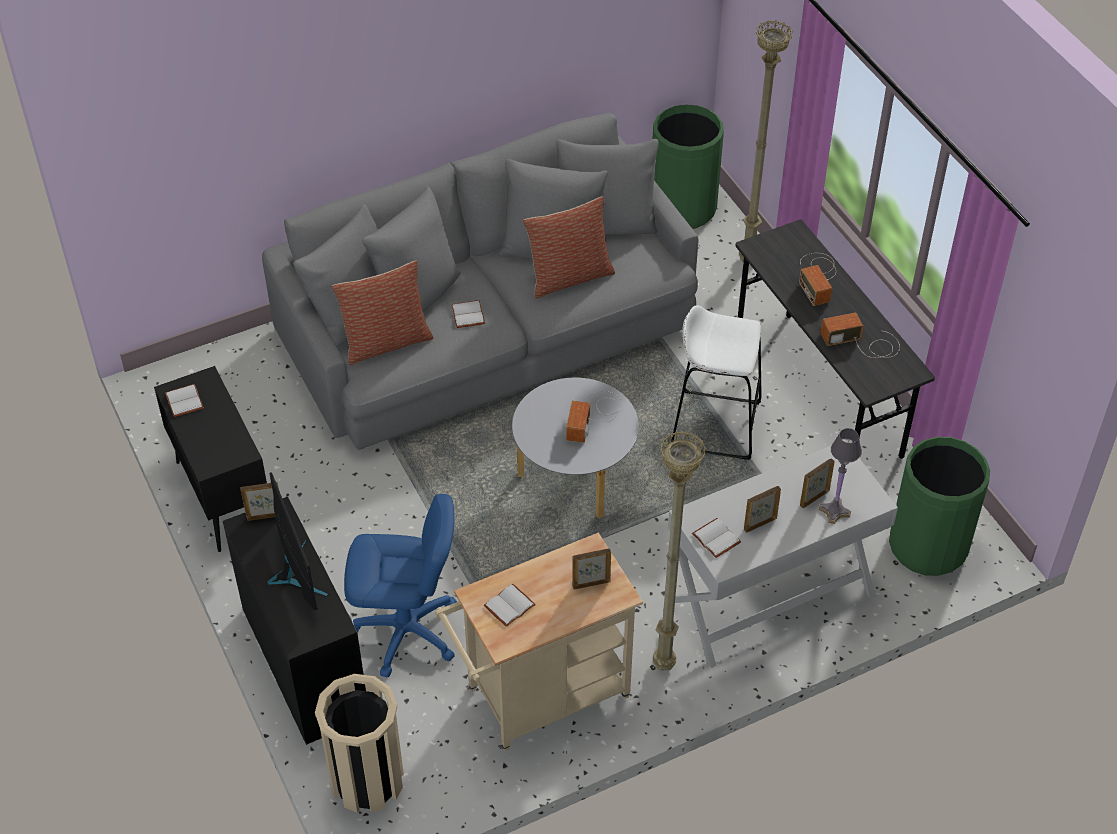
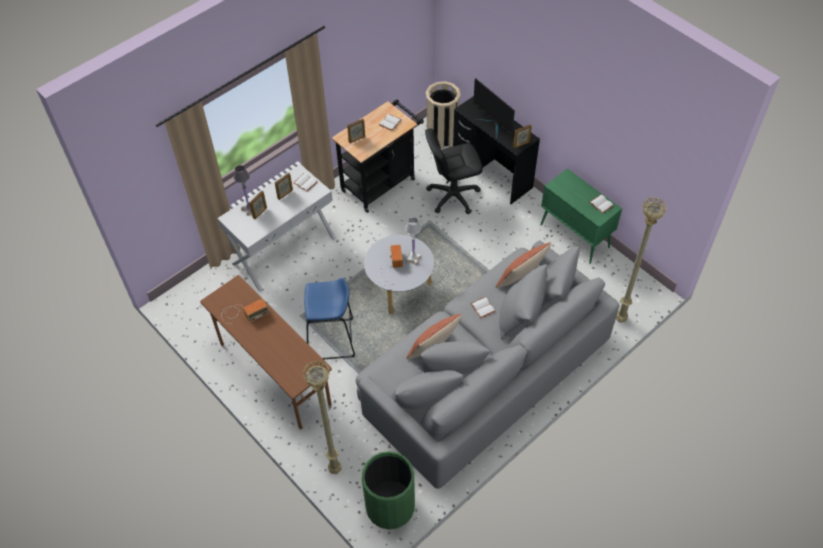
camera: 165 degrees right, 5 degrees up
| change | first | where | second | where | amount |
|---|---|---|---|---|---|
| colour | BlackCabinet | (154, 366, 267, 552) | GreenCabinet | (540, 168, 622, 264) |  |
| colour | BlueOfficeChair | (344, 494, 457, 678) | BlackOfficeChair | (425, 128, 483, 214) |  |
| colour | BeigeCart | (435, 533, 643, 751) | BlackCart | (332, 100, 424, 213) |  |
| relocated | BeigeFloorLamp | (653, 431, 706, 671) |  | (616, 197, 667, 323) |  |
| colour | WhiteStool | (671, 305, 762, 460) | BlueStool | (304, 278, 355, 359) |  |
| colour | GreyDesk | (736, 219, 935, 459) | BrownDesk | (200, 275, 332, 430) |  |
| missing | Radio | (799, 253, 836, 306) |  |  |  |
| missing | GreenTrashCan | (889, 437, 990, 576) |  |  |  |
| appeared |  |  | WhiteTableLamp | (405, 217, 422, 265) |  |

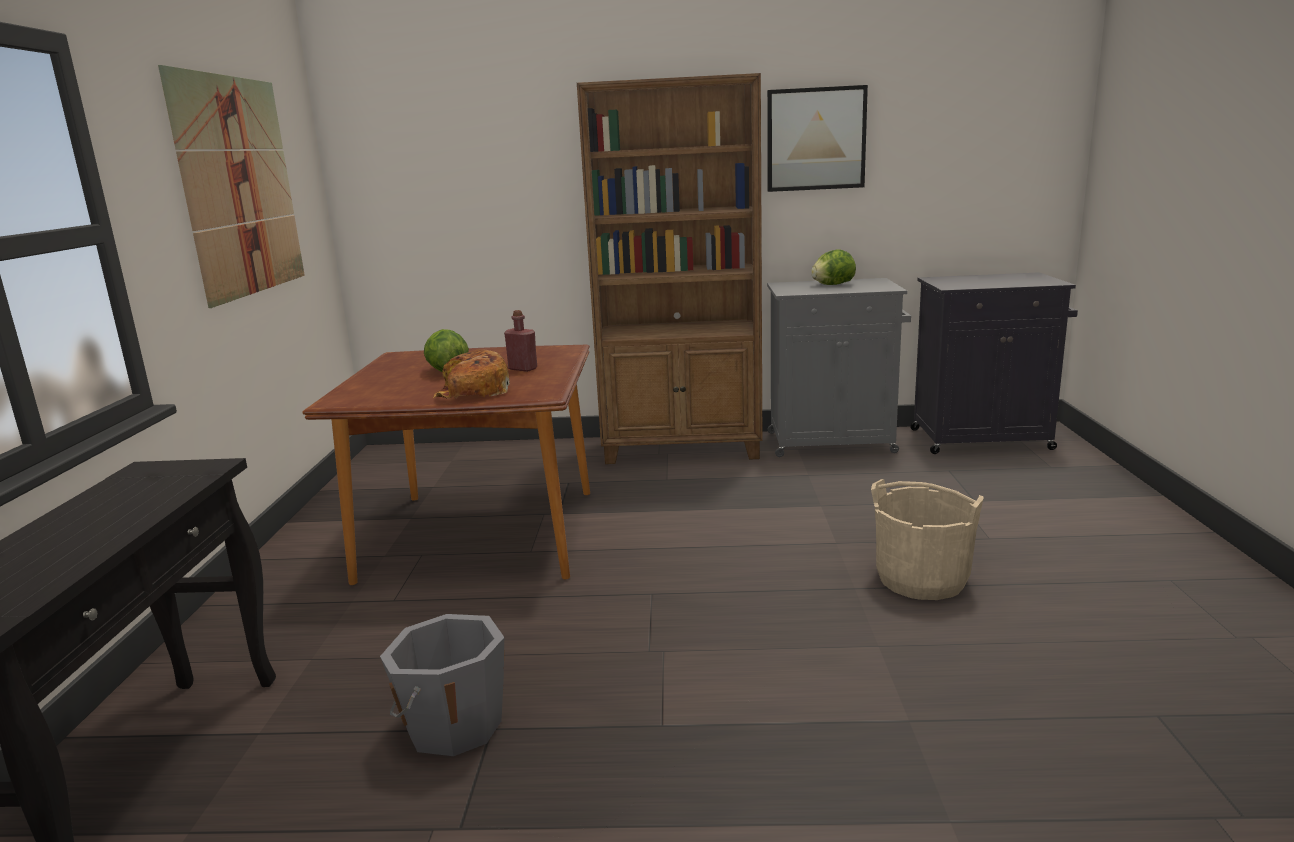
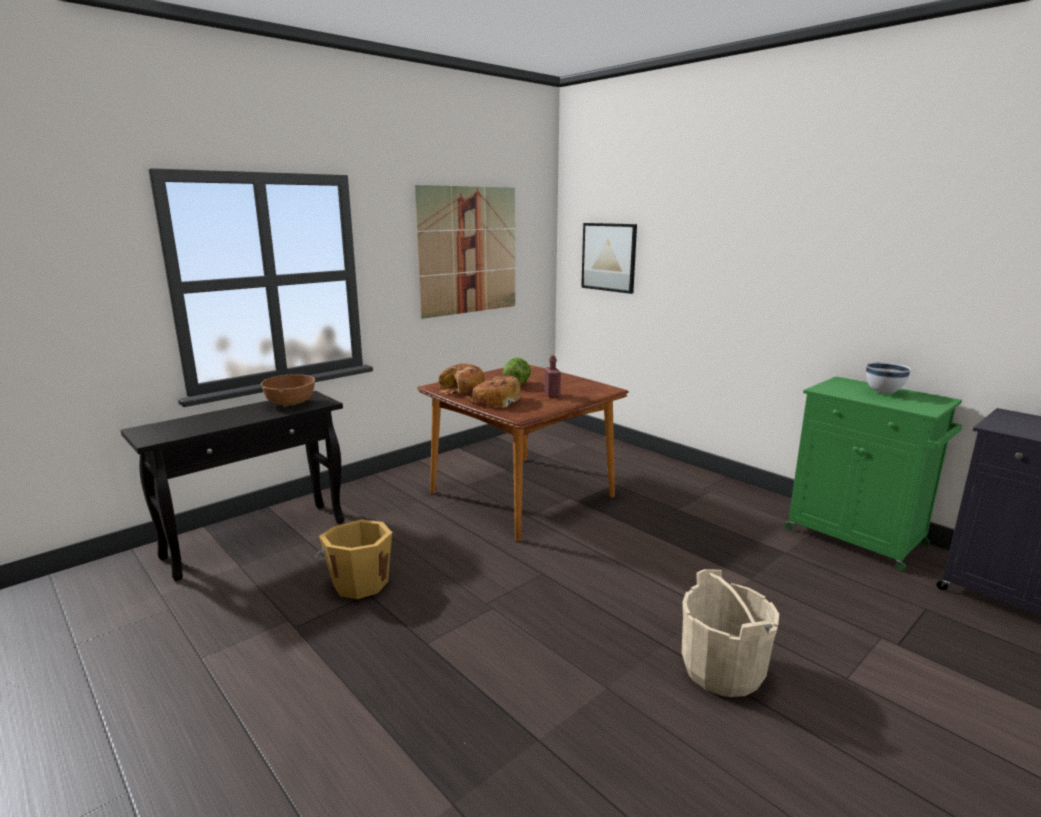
camera: 45 degrees right, 0 degrees up
| change | first | where | second | where | amount |
|---|---|---|---|---|---|
| colour | GreyBucket | (380, 614, 504, 756) | OrangeBucket | (315, 520, 394, 599) |  |
| missing | BrownBookcase | (577, 73, 762, 464) |  |  |  |
| relocated | Picture | (767, 85, 868, 192) |  | (581, 223, 637, 294) |  |
| colour | GreyCabinet | (767, 278, 911, 457) | GreenCabinet | (785, 377, 962, 571) |  |
| exchanged | Lettuce | (811, 249, 856, 285) | WhiteBowl | (866, 362, 911, 394) |  |
| appeared |  |  | BrownBowl | (261, 374, 315, 407) |  |
| appeared |  |  | Bread | (438, 363, 485, 394) |  |

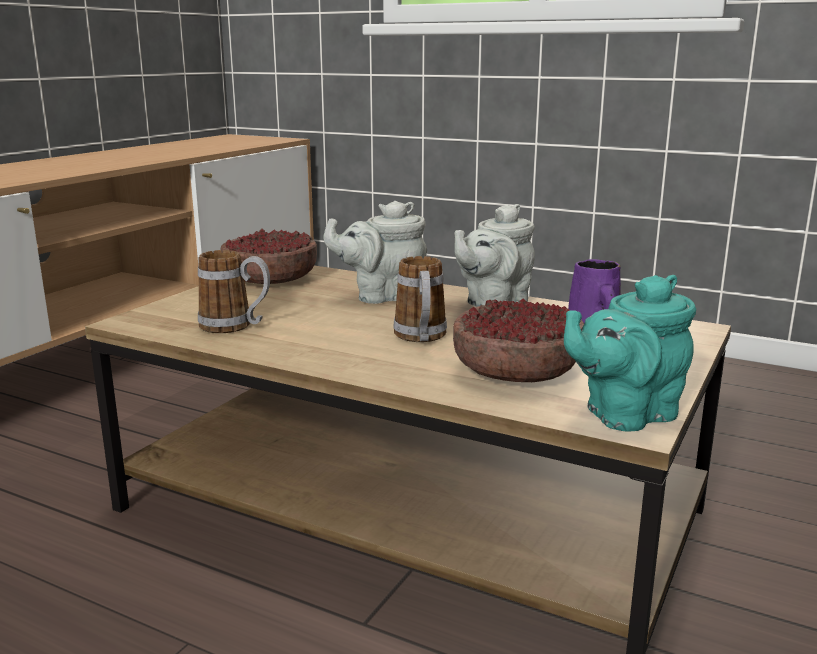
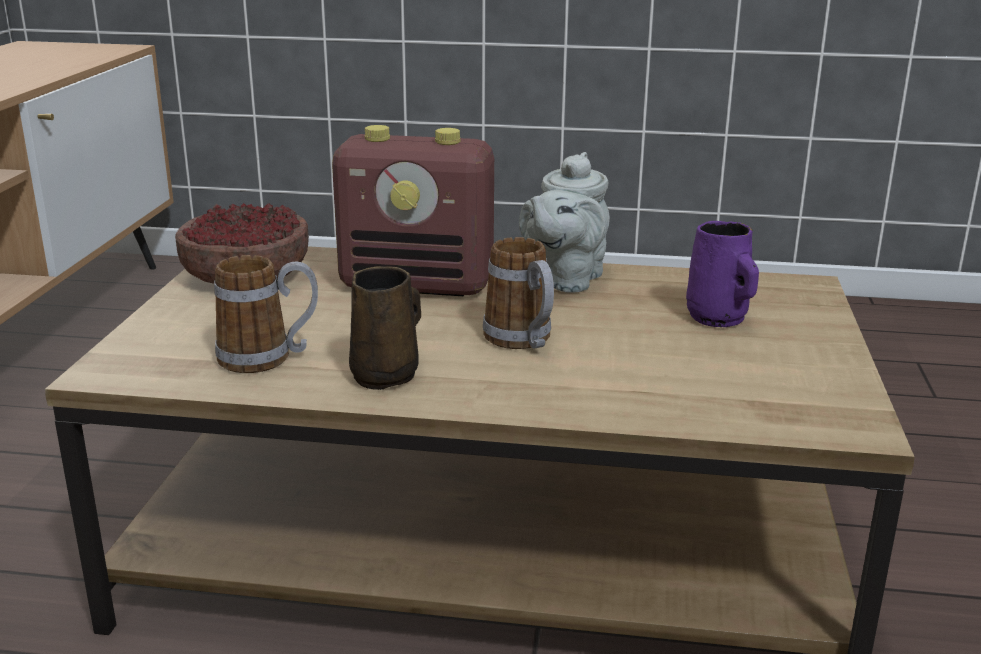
camera: 20 degrees left, 5 degrees up
| change | first | where | second | where | amount |
|---|---|---|---|---|---|
| exchanged | GreyTeapot | (323, 201, 427, 304) | Radio | (332, 125, 494, 296) |  |
| missing | Bowl | (453, 298, 584, 382) |  |  |  |
| missing | TurquoiseTeapot | (564, 275, 696, 432) |  |  |  |
| appeared |  |  | BrownMug | (349, 266, 421, 390) |  |

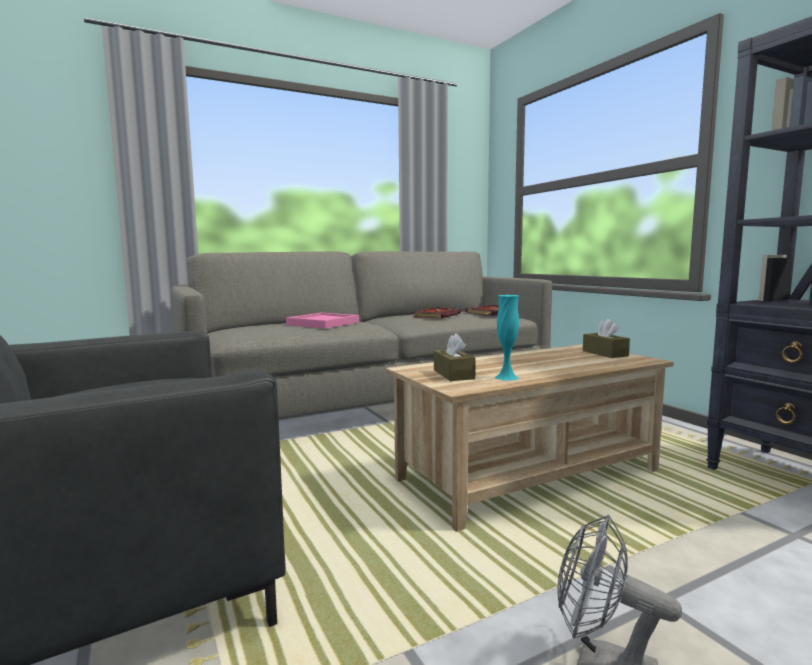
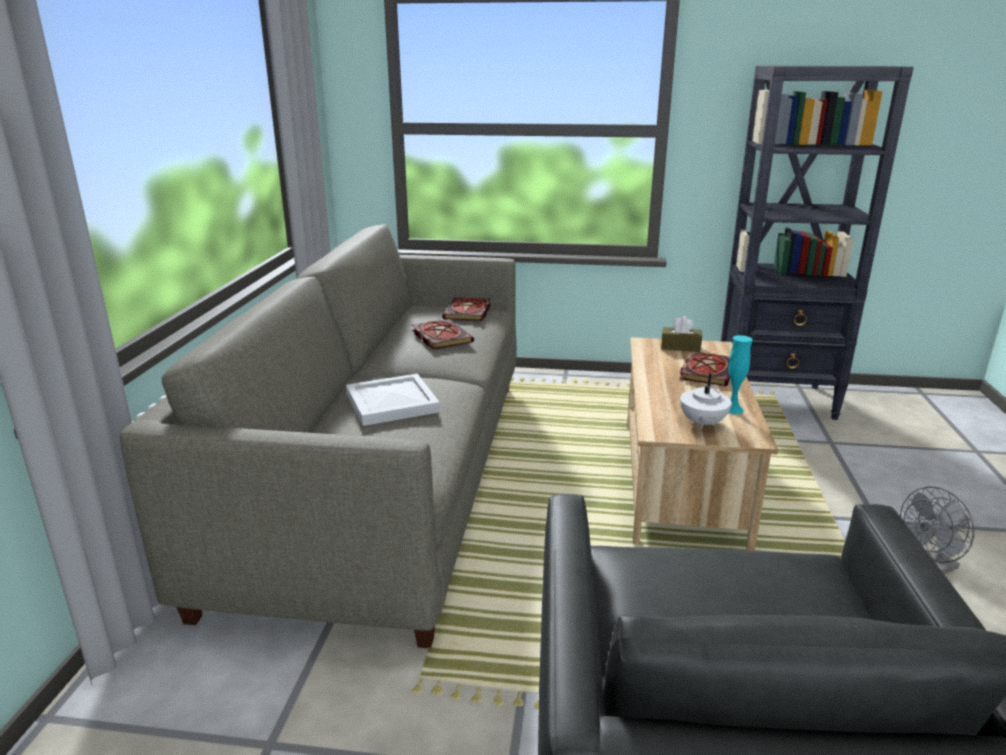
camera: 55 degrees left, 15 degrees up
| change | first | where | second | where | amount |
|---|---|---|---|---|---|
| colour | PinkTray | (286, 313, 359, 329) | WhiteTray | (346, 374, 440, 426) |  |
| exchanged | BrownTissueBox | (434, 333, 475, 381) | WhiteTeapot | (680, 373, 732, 429) |  |
| appeared |  |  | Book | (679, 351, 730, 386) |  |

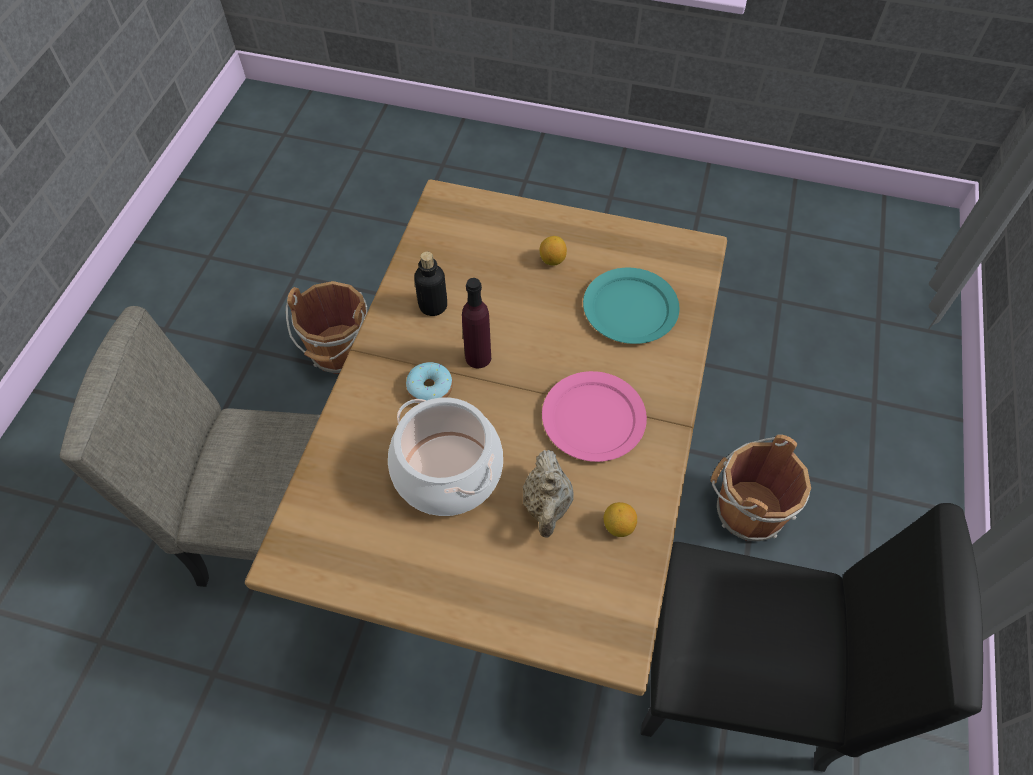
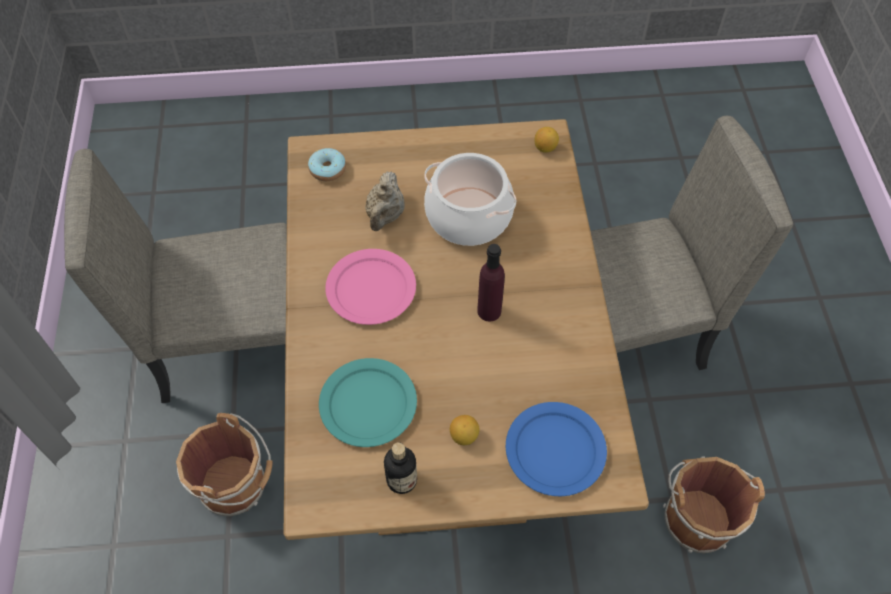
camera: 160 degrees right, 0 degrees up
| change | first | where | second | where | amount |
|---|---|---|---|---|---|
| relocated | Donut | (406, 362, 453, 400) |  | (308, 148, 346, 181) |  |
| relocated | Bottle | (415, 252, 447, 316) |  | (384, 442, 417, 494) |  |
| spun | BeigeTeapot | (523, 450, 574, 538) |  | (365, 172, 404, 231) | 150 degrees counterclockwise |
| relocated | Lemon | (603, 502, 637, 537) |  | (534, 127, 559, 153) |  |
| colour | BlackChair | (641, 503, 983, 772) | BeigeChair | (64, 149, 287, 403) |  |
| appeared |  |  | BluePlate | (506, 402, 607, 496) |  |

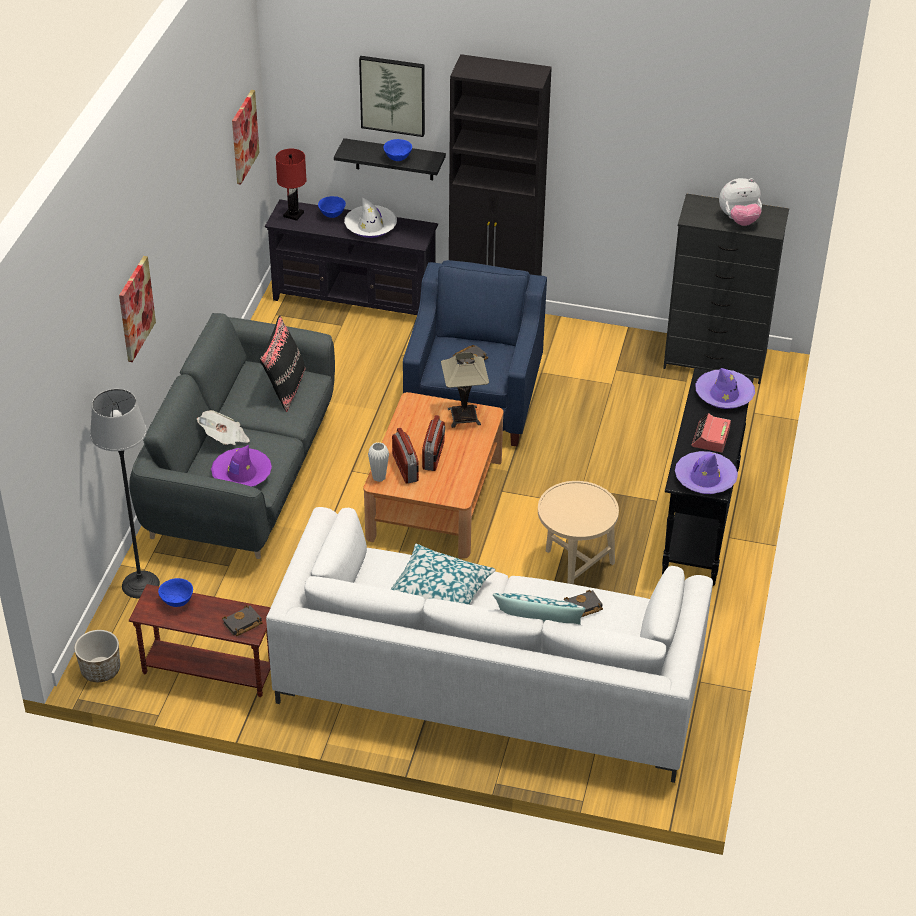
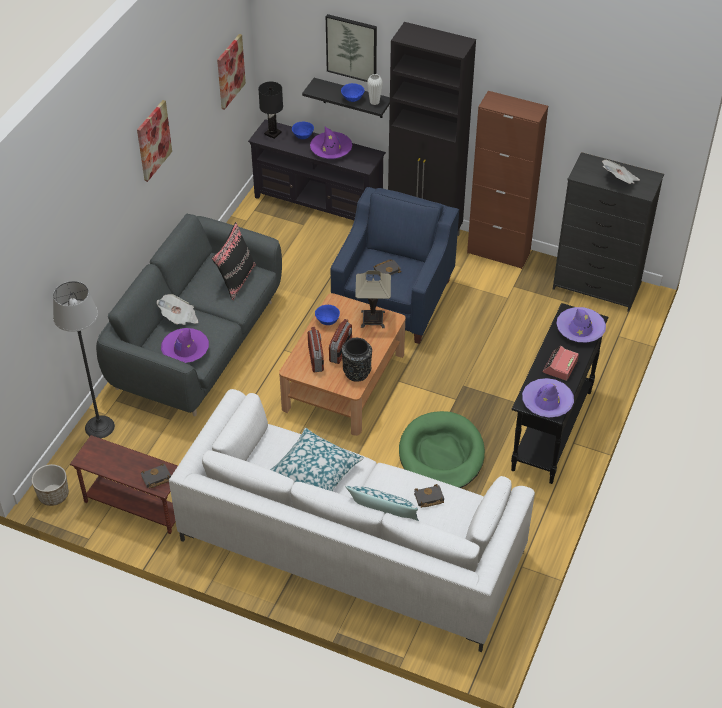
camera: 10 degrees right, 5 degrees up
| change | first | where | second | where | amount |
|---|---|---|---|---|---|
| relocated | Picture | (119, 256, 156, 362) |  | (137, 100, 172, 182) |  |
| relocated | BlueBowl | (158, 578, 193, 607) |  | (315, 305, 340, 325) |  |
| colour | RedTableLamp | (276, 148, 307, 221) | BlackTableLamp | (258, 81, 283, 139) |  |
| colour | WhiteHat | (344, 197, 397, 238) | PurpleHat | (310, 127, 352, 159) |  |
| relocated | WhiteVase | (368, 442, 389, 482) |  | (367, 74, 383, 105) |  |
| exchanged | BeigeSideTable | (538, 481, 619, 584) | GreenDogBed | (399, 411, 485, 488) |  |
| exchanged | PlushToy | (719, 178, 762, 226) | Newspaper | (602, 160, 640, 184) |  |
| appeared |  |  | BlackVase | (342, 338, 372, 382) |  |
| appeared |  |  | BrownCabinet | (467, 91, 548, 269) |  |

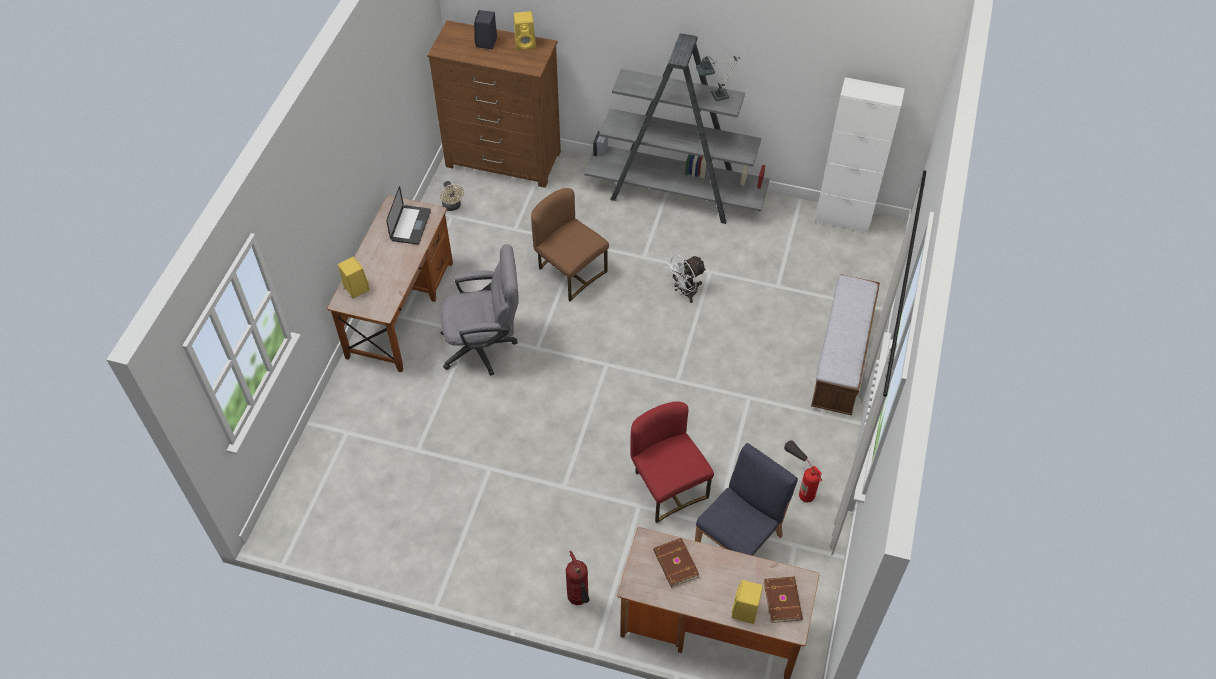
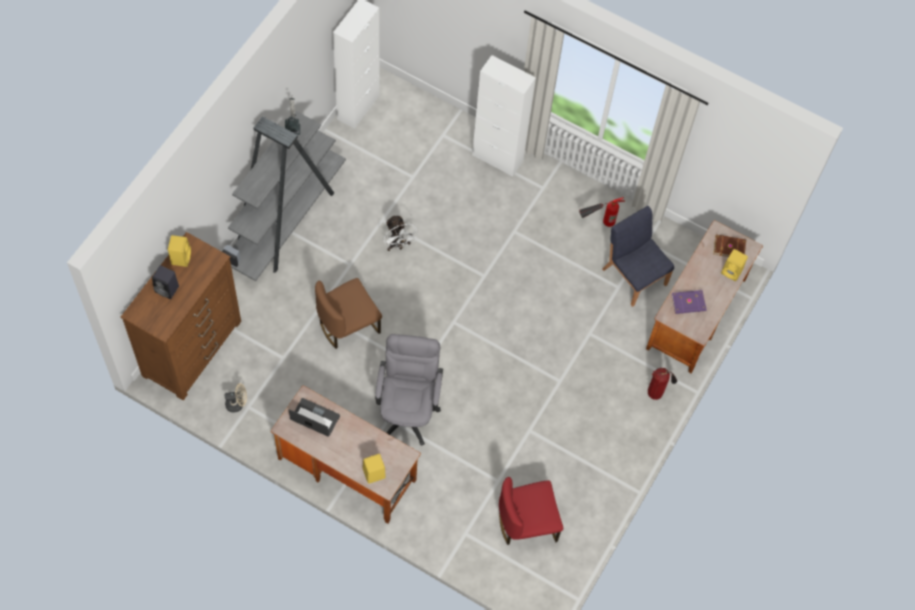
camera: 80 degrees left, 10 degrees up
| change | first | where | second | where | amount |
|---|---|---|---|---|---|
| relocated | RedChair | (630, 401, 714, 523) |  | (499, 477, 563, 545) |  |
| colour | BrownBook | (653, 538, 700, 587) | PurpleBook | (671, 290, 707, 314) |  |
| exchanged | Bench | (811, 274, 880, 416) | WhiteCabinet | (472, 55, 536, 177) |  |

